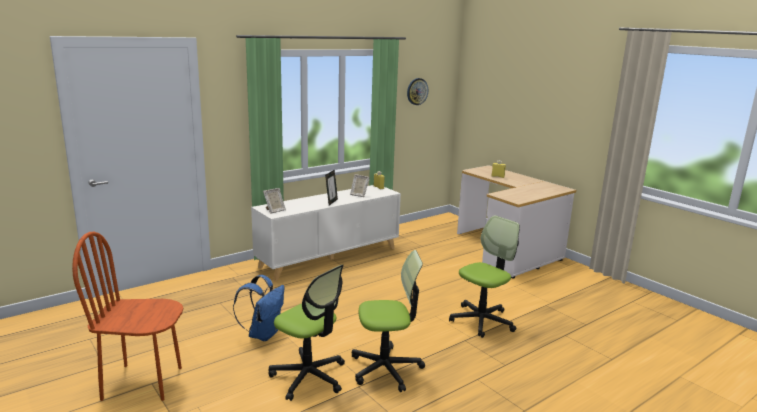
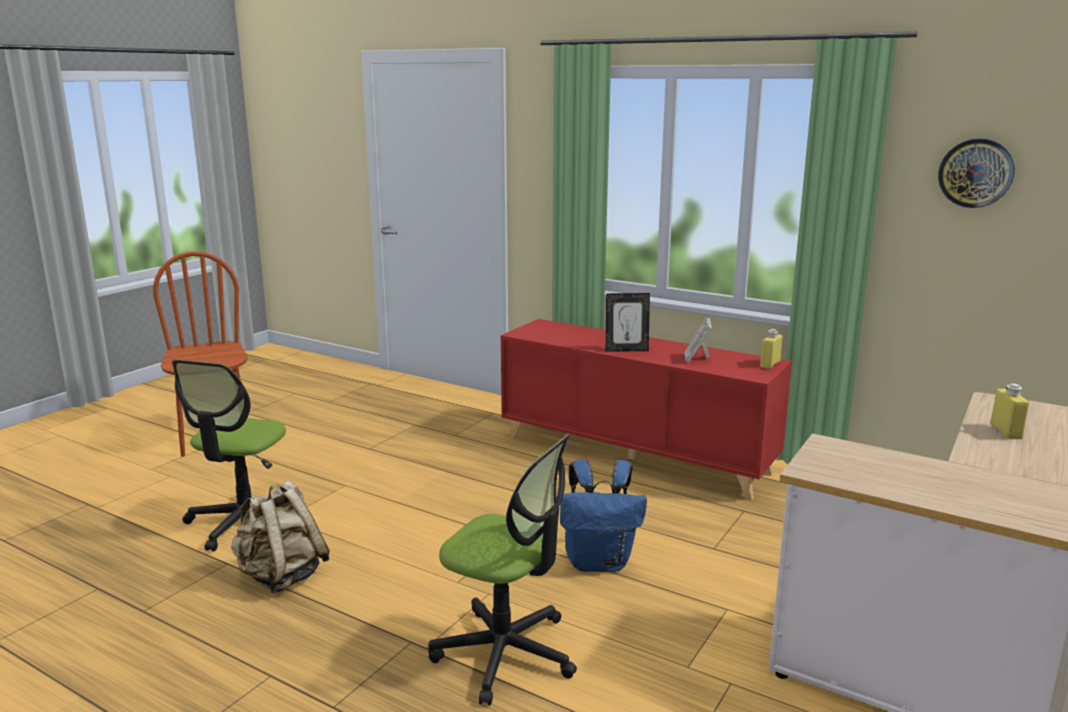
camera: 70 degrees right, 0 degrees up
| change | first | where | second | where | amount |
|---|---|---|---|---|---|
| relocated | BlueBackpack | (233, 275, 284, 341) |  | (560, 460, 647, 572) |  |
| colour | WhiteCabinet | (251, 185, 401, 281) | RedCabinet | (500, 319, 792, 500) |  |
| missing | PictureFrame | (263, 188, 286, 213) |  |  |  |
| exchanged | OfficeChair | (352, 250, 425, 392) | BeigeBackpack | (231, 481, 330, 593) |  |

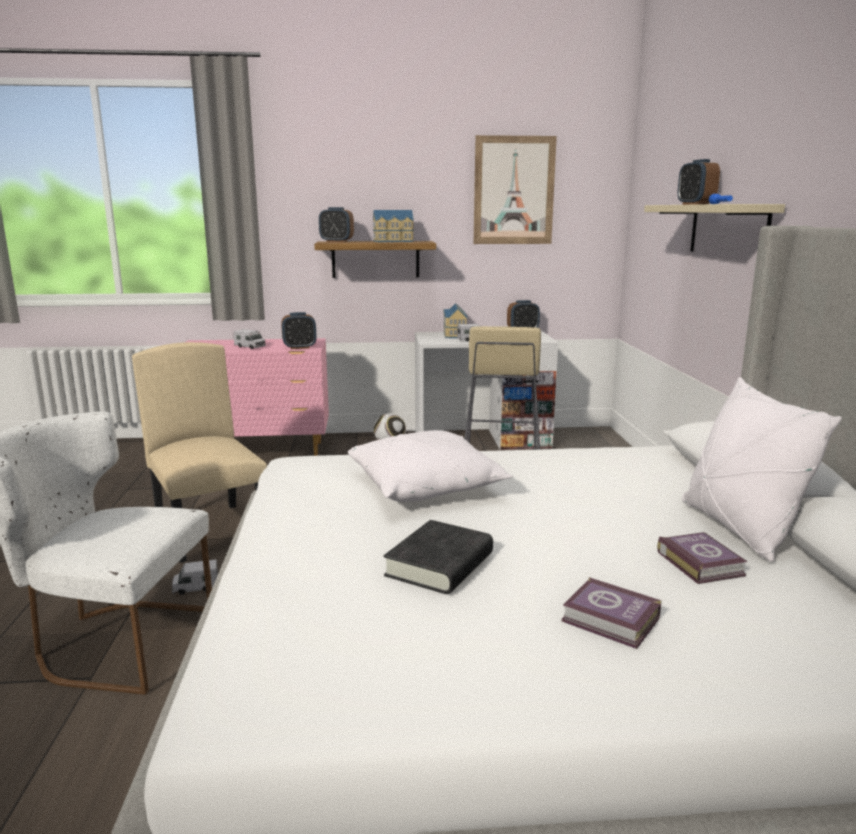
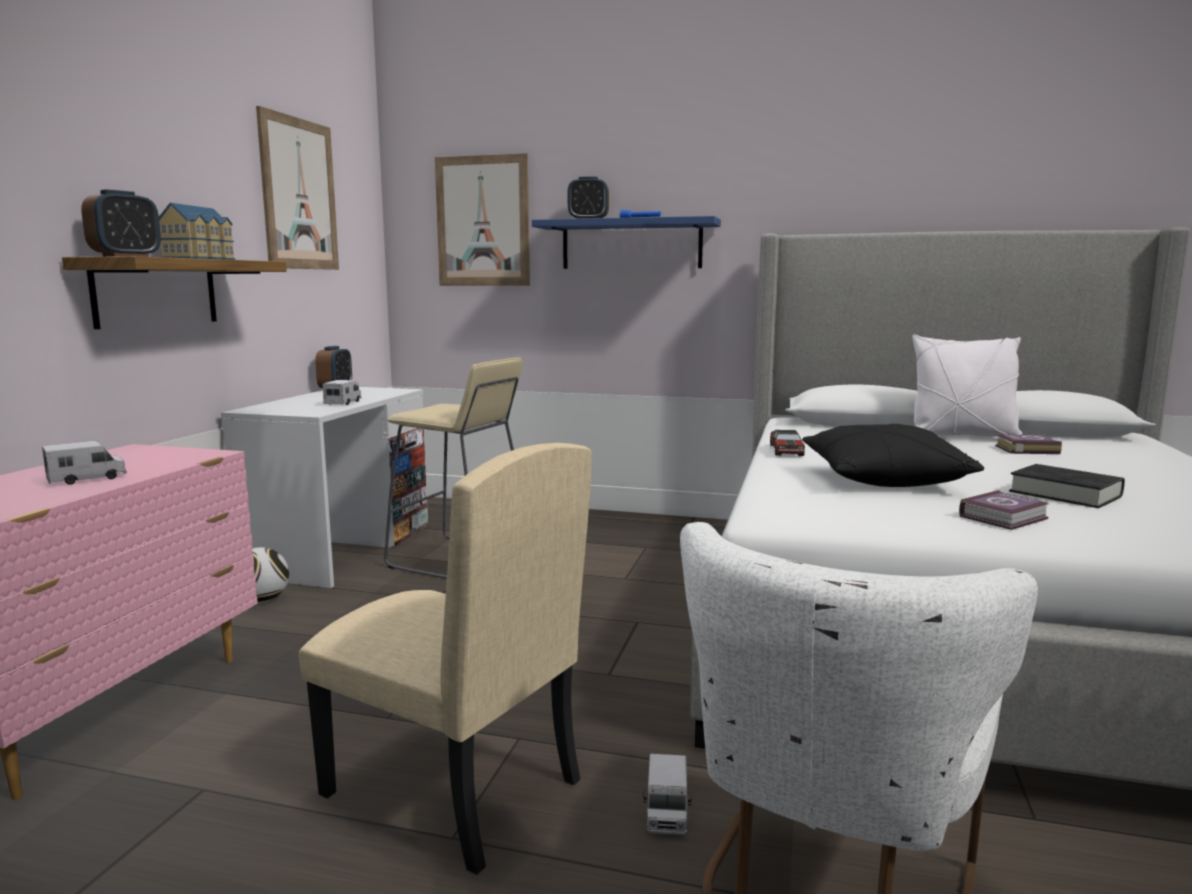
camera: 70 degrees left, 5 degrees down
| change | first | where | second | where | amount |
|---|---|---|---|---|---|
| spun | BeigeChair | (132, 342, 267, 563) |  | (299, 443, 592, 875) | 135 degrees counterclockwise |
| missing | AlarmClock | (281, 312, 316, 349) |  |  |  |
| colour | WhitePillow | (348, 430, 513, 502) | BlackPillow | (802, 424, 984, 487) |  |
| missing | ToyHouse | (443, 303, 468, 338) |  |  |  |
| relocated | Book | (561, 577, 661, 649) |  | (959, 490, 1049, 530) |  |
| colour | BeigeShelf | (644, 204, 785, 251) | BlueShelf | (532, 216, 721, 269) |  |
| appeared |  |  | Picture | (435, 153, 530, 286) |  |
| appeared |  |  | ToyCar | (770, 430, 805, 456) |  |

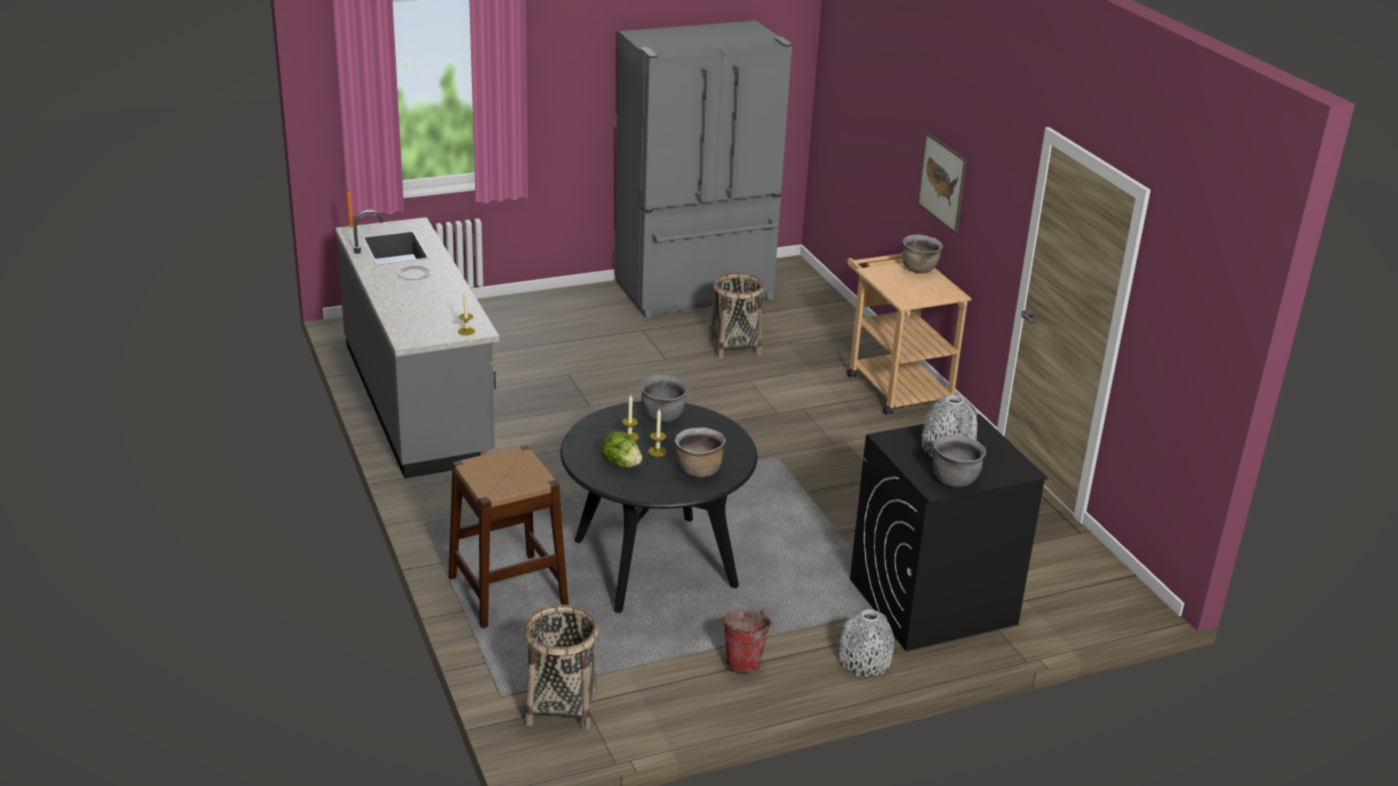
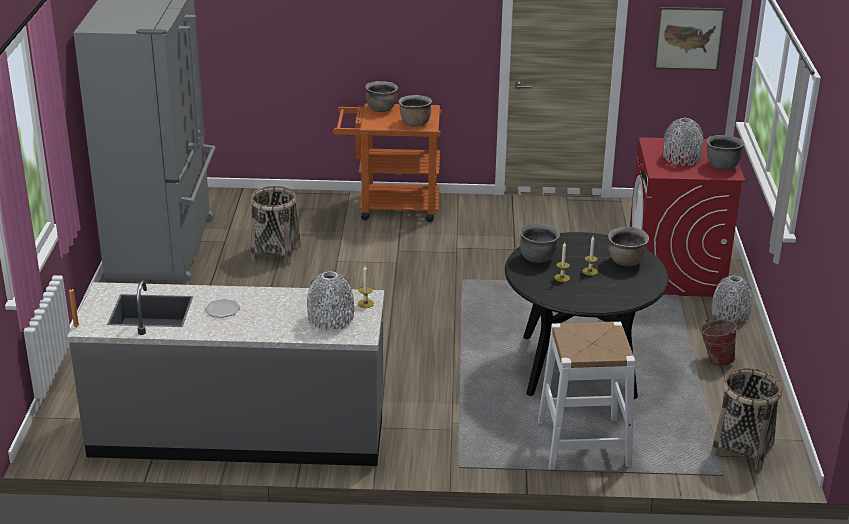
camera: 65 degrees left, 0 degrees up
| change | first | where | second | where | amount |
|---|---|---|---|---|---|
| colour | BrownStool | (448, 445, 569, 629) | WhiteStool | (538, 322, 635, 470) |  |
| missing | Lettuce | (601, 431, 642, 468) |  |  |  |
| colour | BeigeCart | (847, 251, 971, 415) | OrangeCart | (333, 103, 442, 222) |  |
| colour | BlackWashingMachine | (850, 414, 1048, 651) | RedWashingMachine | (630, 137, 745, 297) |  |
| relocated | Picture | (917, 132, 967, 234) |  | (654, 7, 725, 70) |  |
| appeared |  |  | GreyVase | (307, 271, 354, 331) |  |
| appeared |  |  | BrownCookingPot | (399, 95, 432, 127) |  |

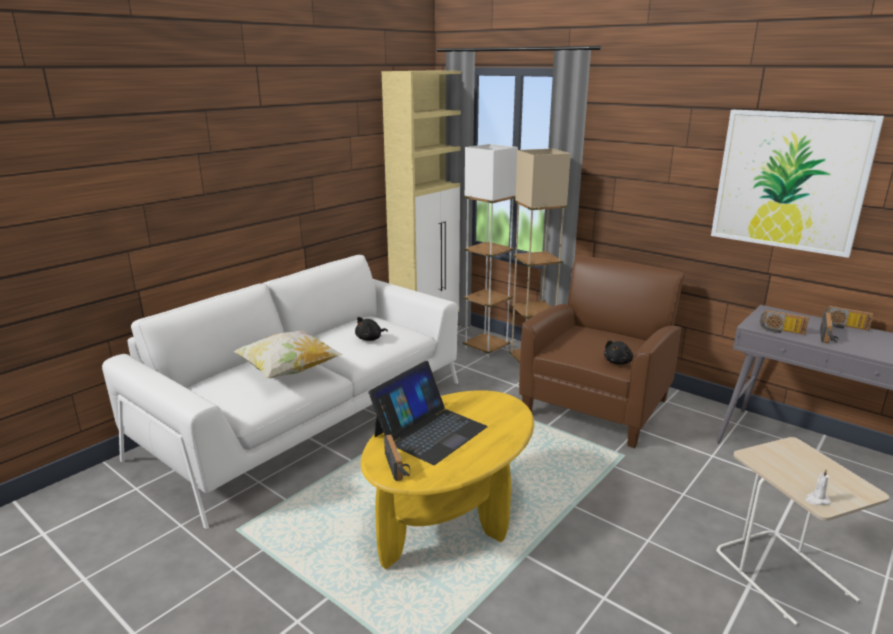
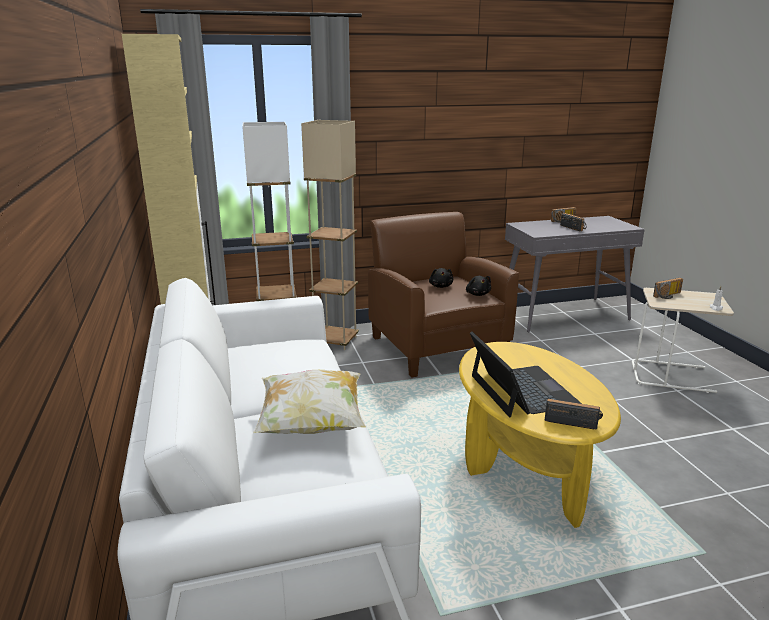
camera: 55 degrees left, 0 degrees up
| change | first | where | second | where | amount |
|---|---|---|---|---|---|
| relocated | BlackPlushToy | (355, 317, 388, 341) |  | (429, 268, 453, 288) |  |
| missing | Picture | (711, 110, 884, 258) |  |  |  |
| relocated | Radio | (760, 310, 809, 335) |  | (653, 278, 683, 299) |  |

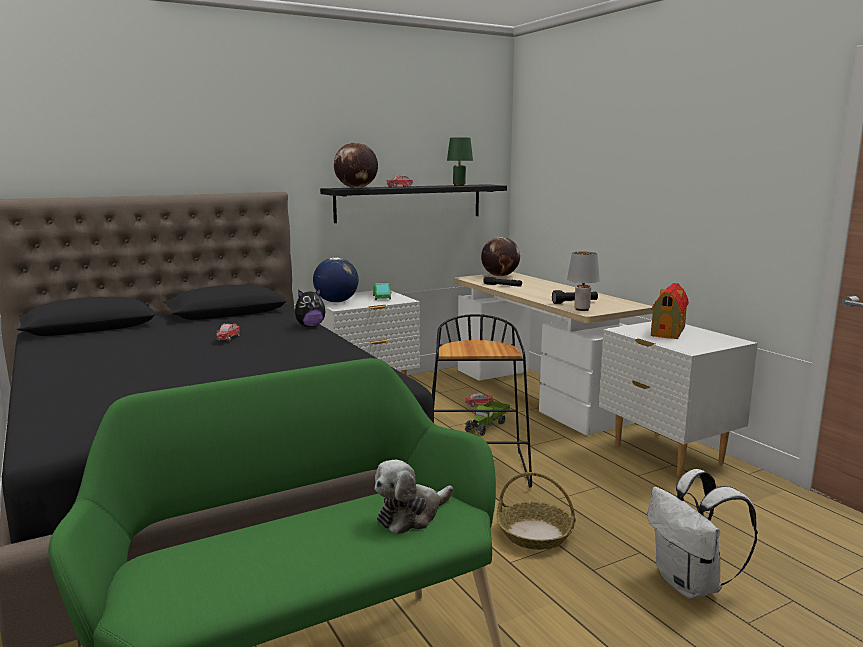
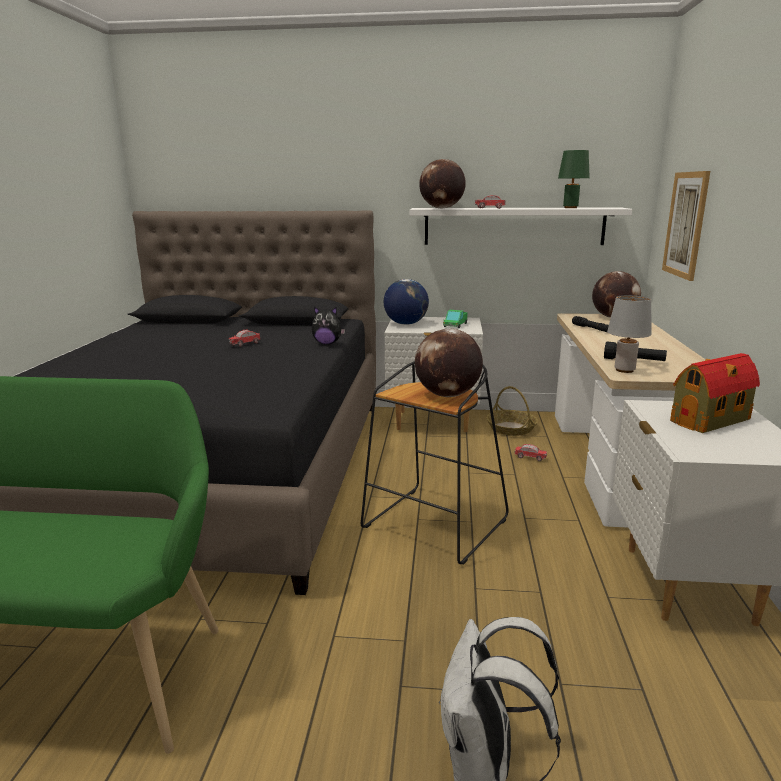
camera: 35 degrees right, 5 degrees up
| change | first | where | second | where | amount |
|---|---|---|---|---|---|
| colour | BlackShelf | (320, 184, 507, 223) | WhiteShelf | (409, 207, 632, 245) |  |
| missing | PlushToy | (375, 460, 453, 534) |  |  |  |
| missing | ToyTruck | (465, 401, 510, 436) |  |  |  |
| relocated | Basket | (497, 472, 576, 550) |  | (486, 386, 538, 436) |  |
| appeared |  |  | Globe | (415, 328, 483, 397) |  |
| appeared |  |  | Picture | (662, 171, 710, 281) |  |

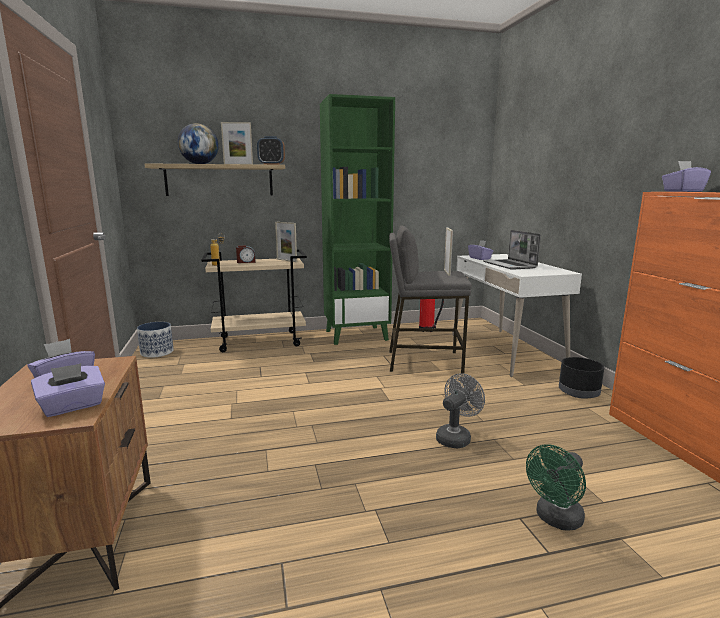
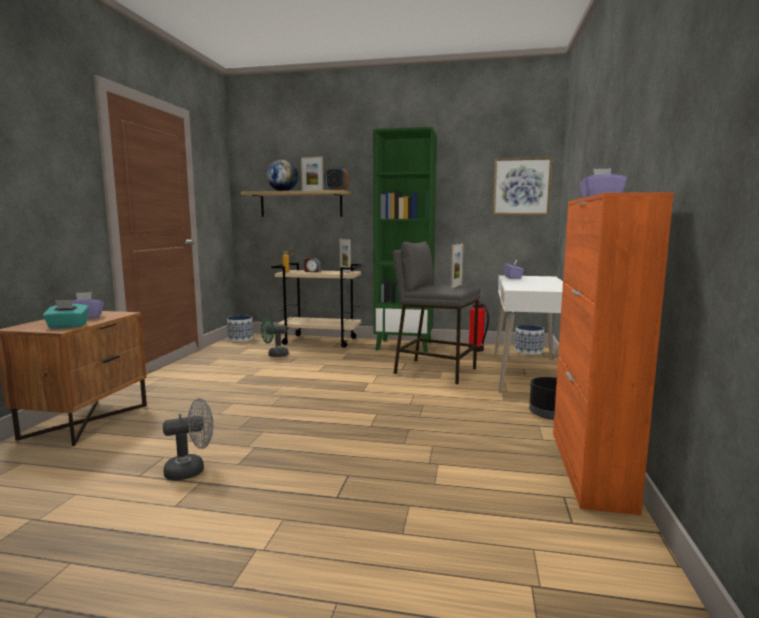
camera: 25 degrees right, 5 degrees down
| change | first | where | second | where | amount |
|---|---|---|---|---|---|
| colour | PurpleTissueBox | (31, 363, 105, 417) | TurquoiseTissueBox | (43, 300, 89, 328) |  |
| relocated | GreyFan | (436, 373, 485, 448) |  | (163, 398, 213, 481) |  |
| missing | Laptop | (483, 230, 541, 270) |  |  |  |
| relocated | GreenFan | (526, 444, 586, 531) |  | (261, 317, 289, 357) |  |
| appeared |  |  | Picture | (493, 157, 553, 215) |  |
| appeared |  |  | Planter | (515, 325, 544, 355) |  |

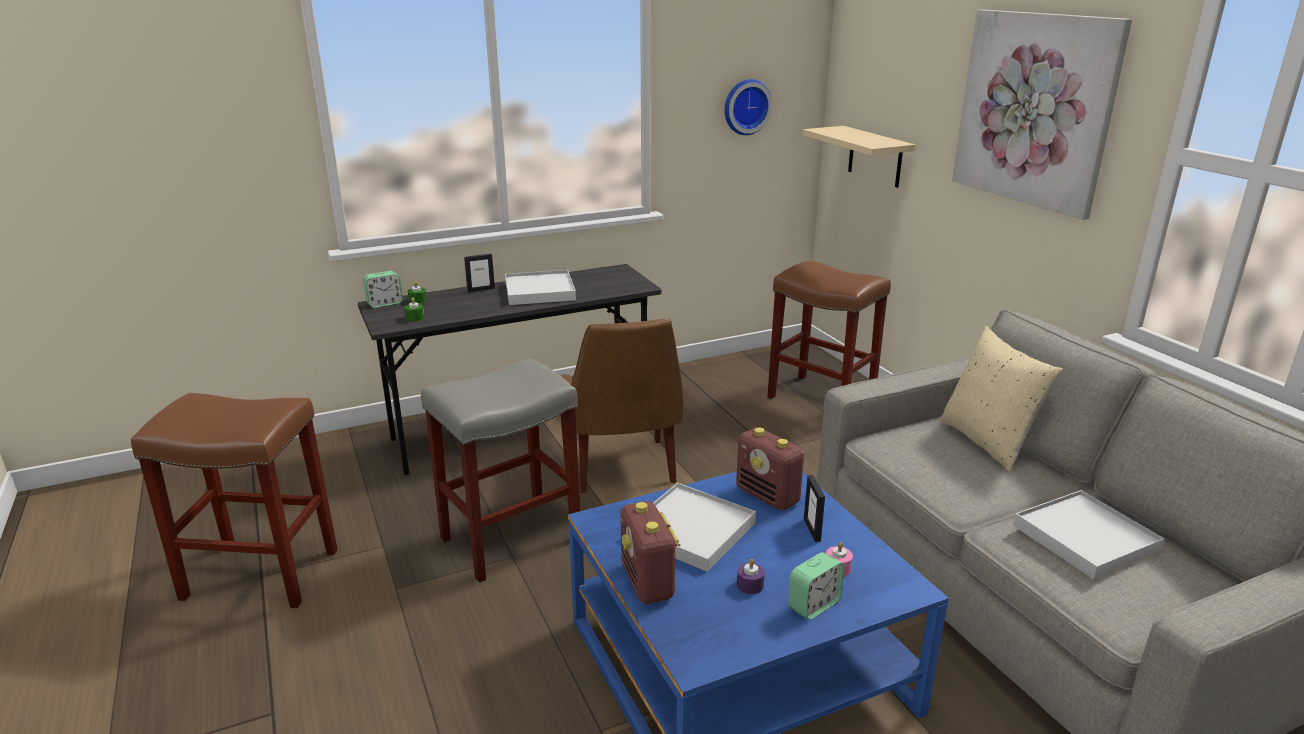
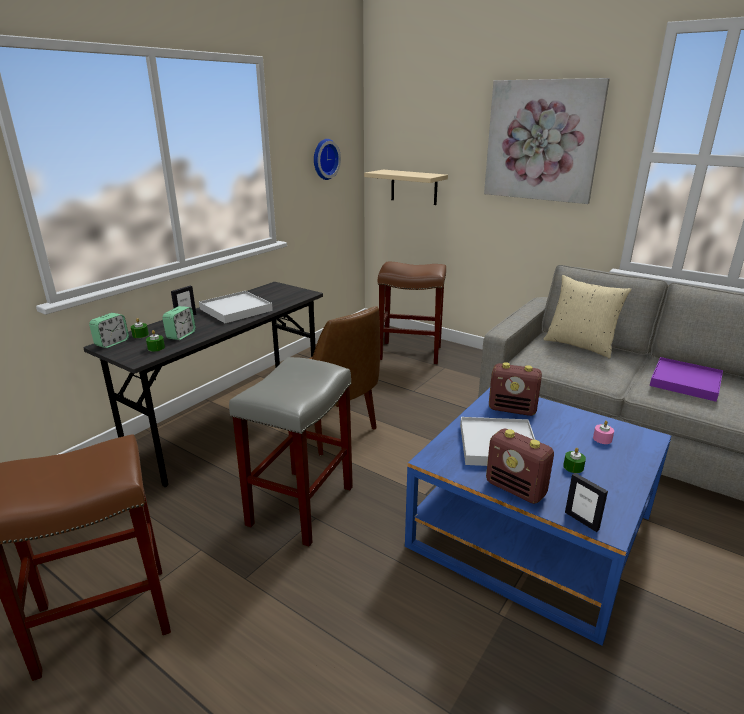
camera: 30 degrees left, 0 degrees up
| change | first | where | second | where | amount |
|---|---|---|---|---|---|
| colour | PurpleCandle | (737, 559, 765, 594) | GreenCandle | (563, 448, 586, 473) |  |
| relocated | AlarmClock | (789, 552, 844, 620) |  | (162, 306, 196, 340) |  |
| relocated | PictureFrame | (804, 475, 825, 542) |  | (565, 473, 608, 532) |  |
| colour | WhiteTray | (1013, 490, 1165, 579) | PurpleTray | (650, 357, 723, 402) |  |

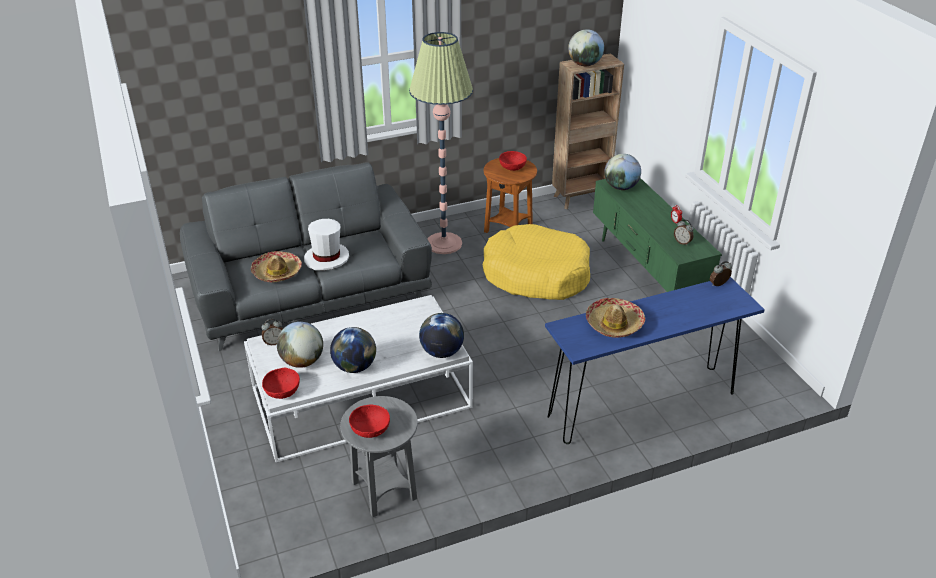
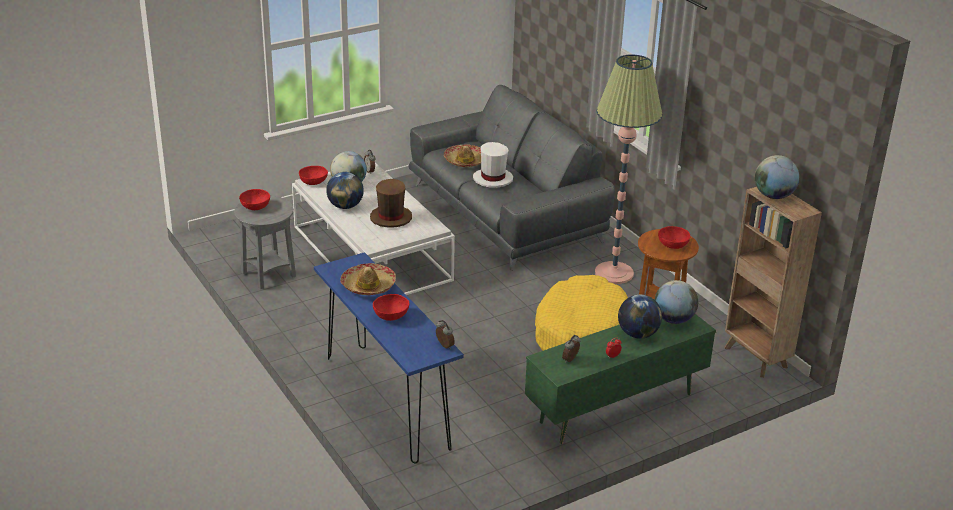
camera: 80 degrees right, 5 degrees down
| change | first | where | second | where | amount |
|---|---|---|---|---|---|
| relocated | Globe | (419, 313, 464, 358) |  | (618, 294, 662, 339) |  |
| appeared |  |  | BrownHat | (370, 179, 412, 228) |  |
| appeared |  |  | RedBowl | (373, 294, 409, 321) |  |

